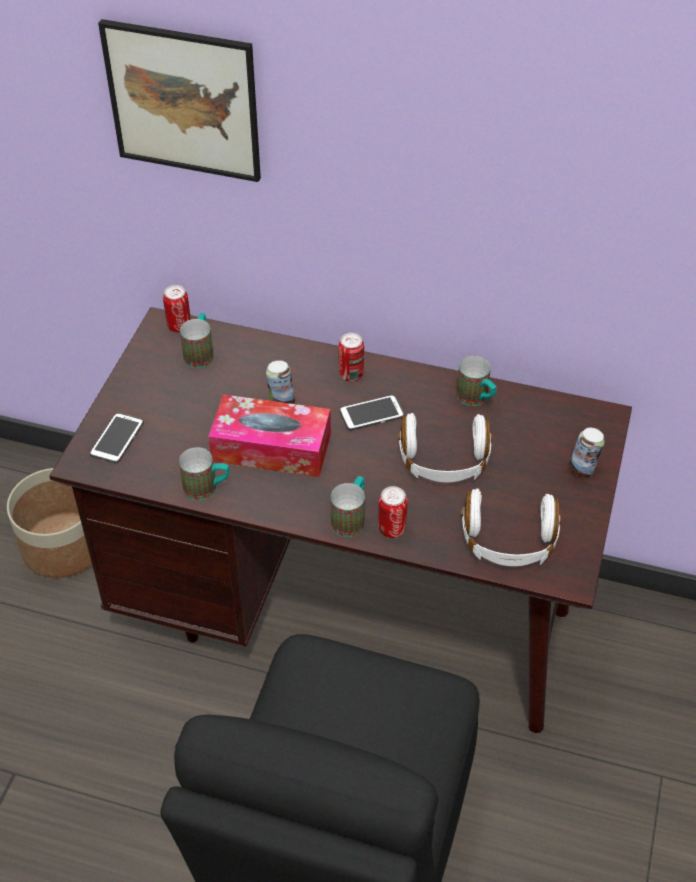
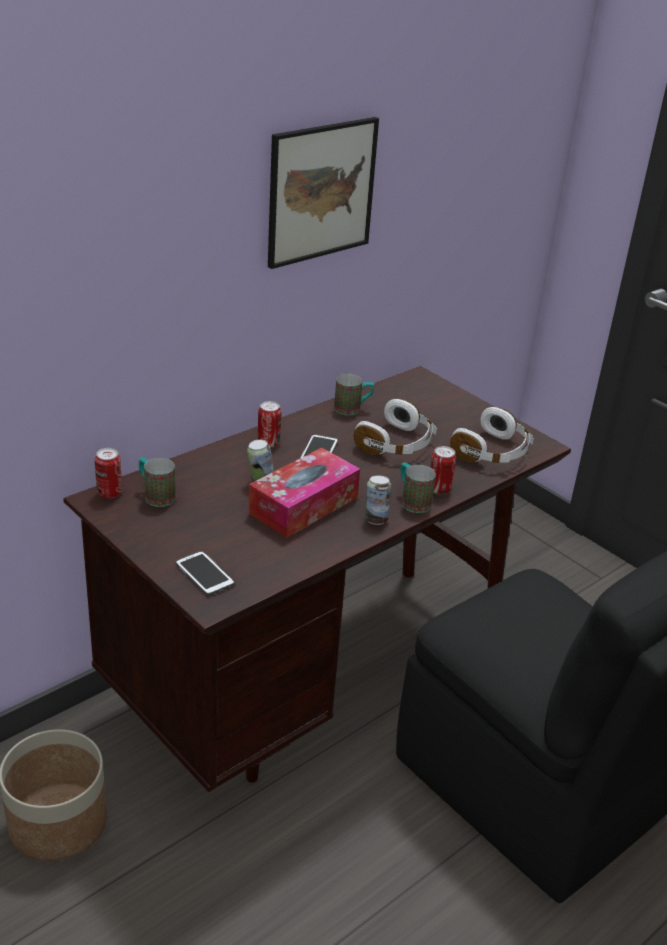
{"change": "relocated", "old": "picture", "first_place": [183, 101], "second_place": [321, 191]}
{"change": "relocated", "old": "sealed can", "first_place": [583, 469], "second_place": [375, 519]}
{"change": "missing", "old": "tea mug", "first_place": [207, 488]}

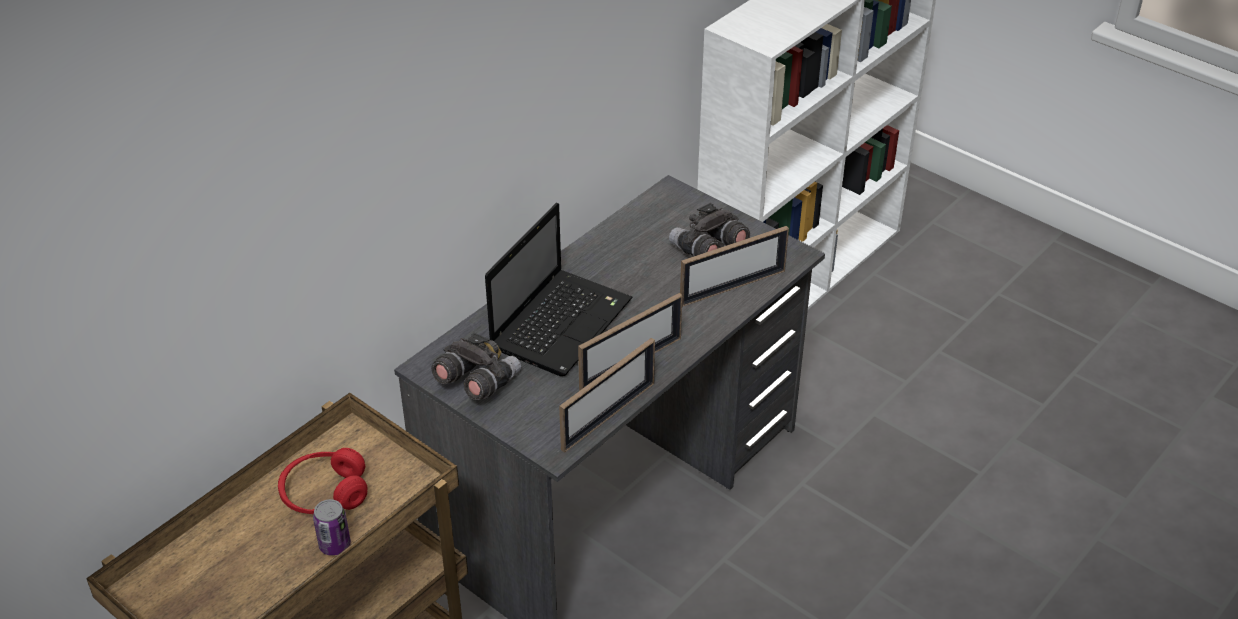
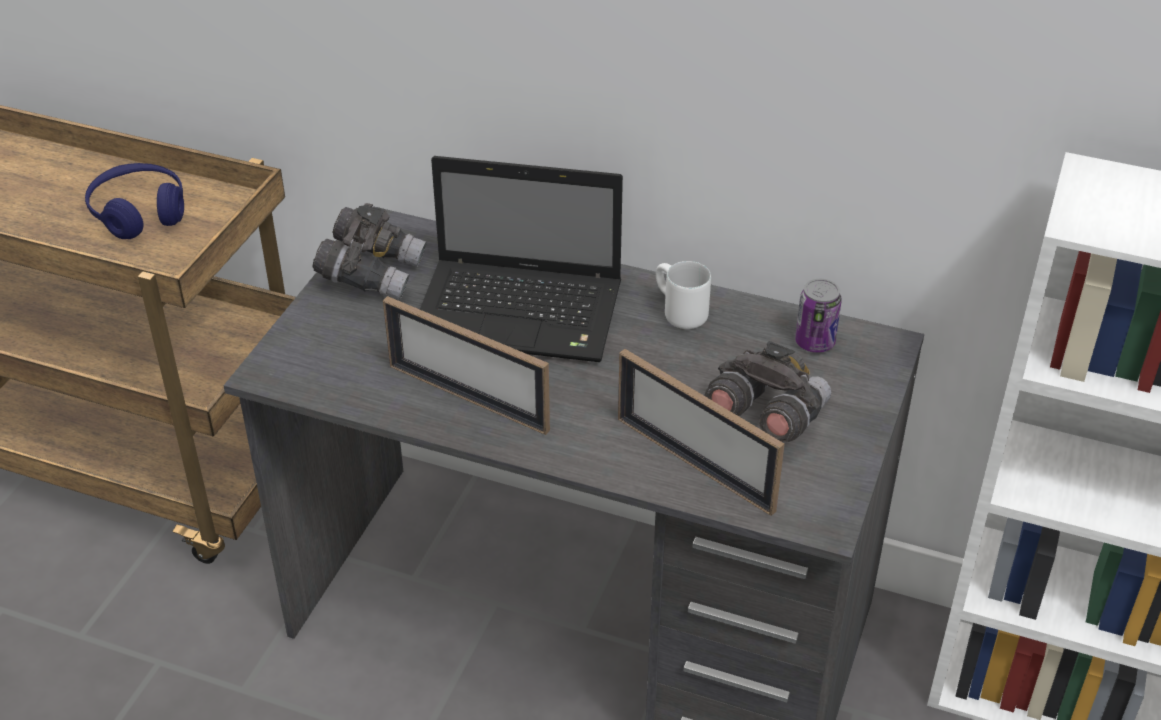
{"change": "missing", "old": "photo frame", "first_place": [608, 416]}
{"change": "colour", "old": "red pair of headphones", "new": "bluish pair of headphones", "first_place": [324, 493], "second_place": [139, 212]}
{"change": "relocated", "old": "sealed can", "first_place": [335, 545], "second_place": [814, 342]}
{"change": "appeared", "new": "white tea mug", "second_place": [676, 313]}

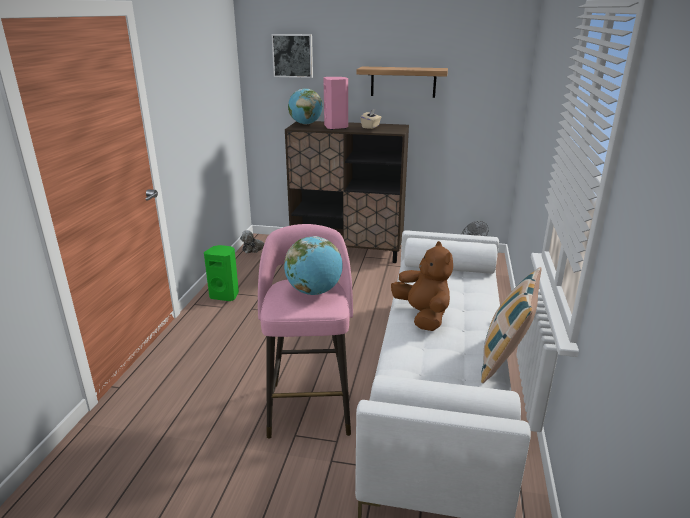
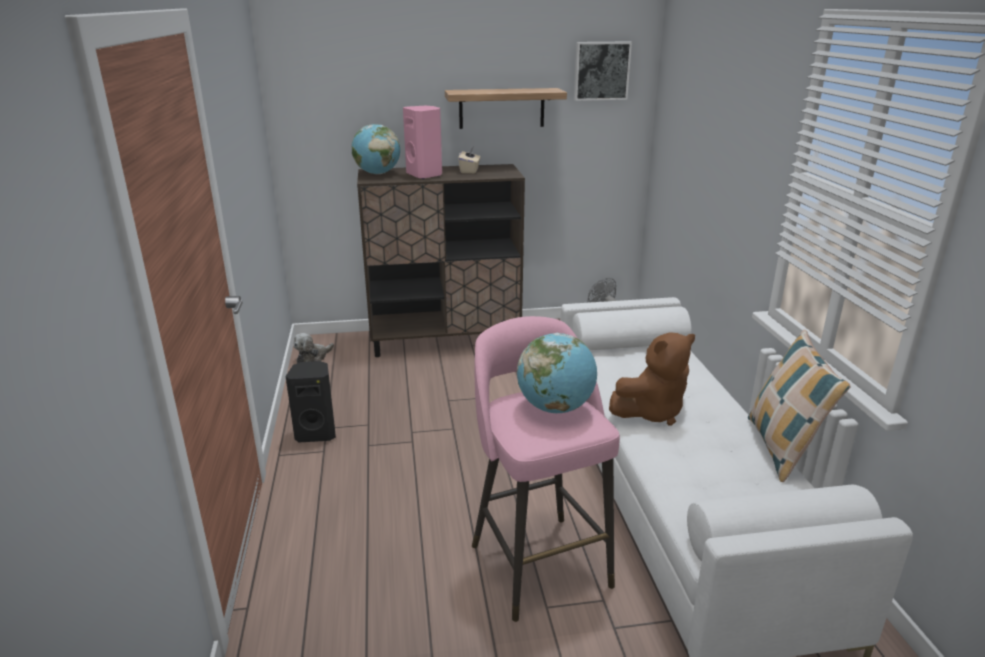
{"change": "relocated", "old": "picture", "first_place": [293, 55], "second_place": [601, 71]}
{"change": "spun", "old": "brownish cuddly toy", "first_place": [423, 315], "second_place": [651, 412], "degrees": 105}
{"change": "colour", "old": "green-coloured audio speaker", "new": "blackish audio speaker", "first_place": [225, 295], "second_place": [317, 433]}

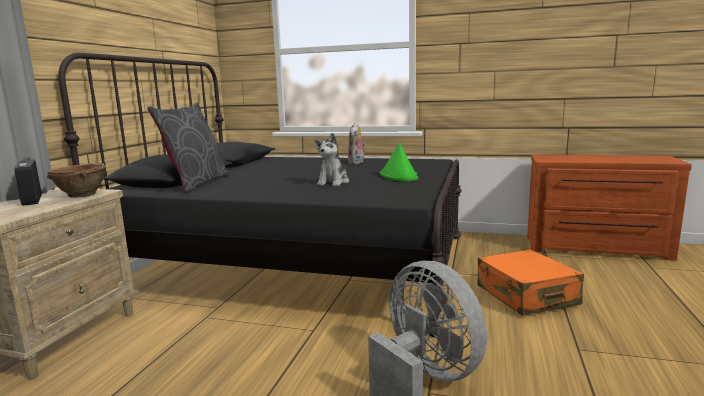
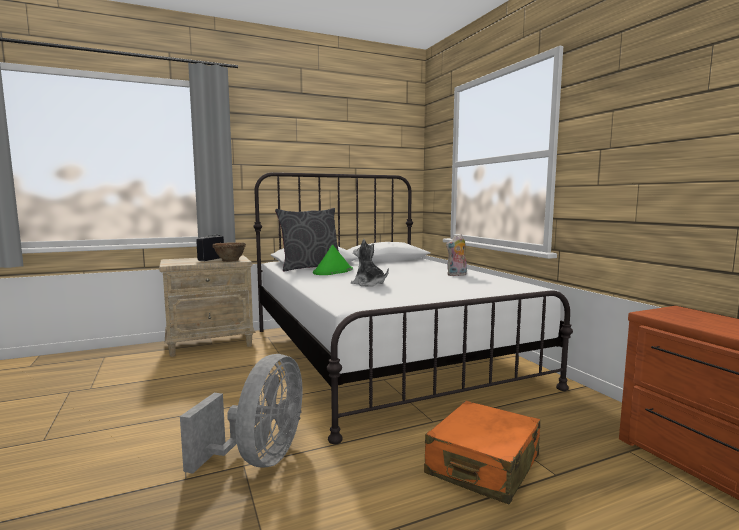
{"change": "colour", "old": "blackish bedroom bed", "new": "white bedroom bed", "first_place": [300, 262], "second_place": [384, 355]}
{"change": "spun", "old": "cuddly toy", "first_place": [333, 182], "second_place": [368, 284], "degrees": 60}
{"change": "relocated", "old": "green-coloured clothing hat", "first_place": [399, 176], "second_place": [333, 271]}

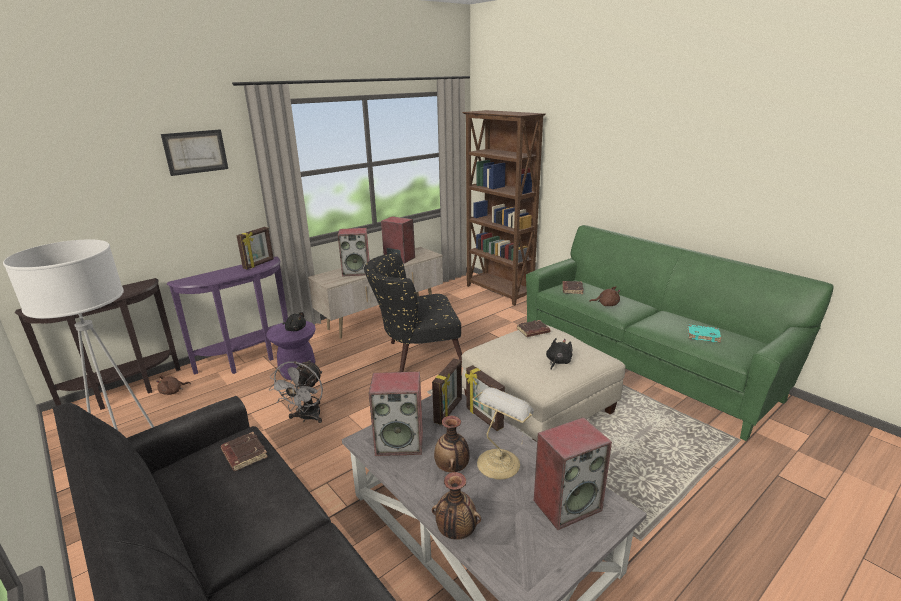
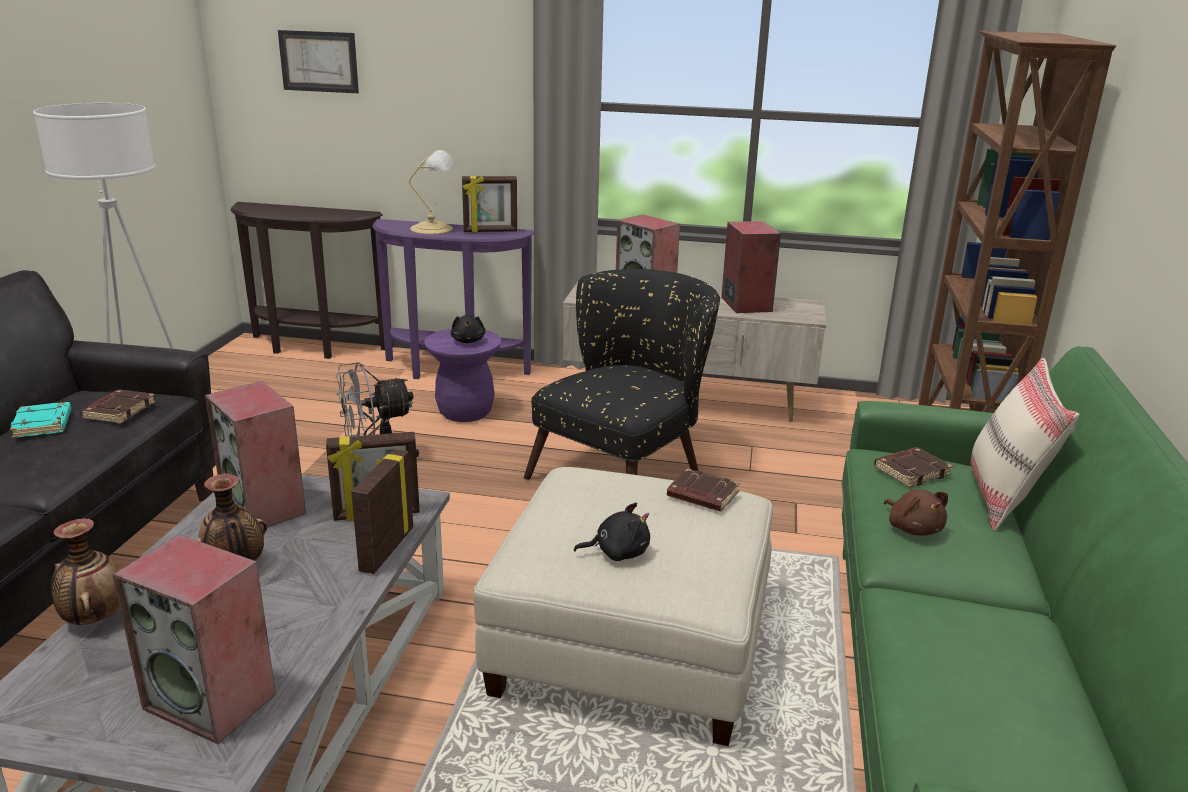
{"change": "relocated", "old": "picture", "first_place": [195, 152], "second_place": [319, 61]}
{"change": "spun", "old": "blackish armchair", "first_place": [416, 355], "second_place": [625, 470], "degrees": 90}
{"change": "relocated", "old": "blue-green bound book", "first_place": [703, 335], "second_place": [44, 425]}
{"change": "missing", "old": "brownish cuddly toy", "first_place": [173, 392]}
{"change": "relocated", "old": "table lamp", "first_place": [499, 462], "second_place": [434, 229]}
{"change": "appeared", "new": "sand-coloured cushion", "second_place": [1005, 498]}

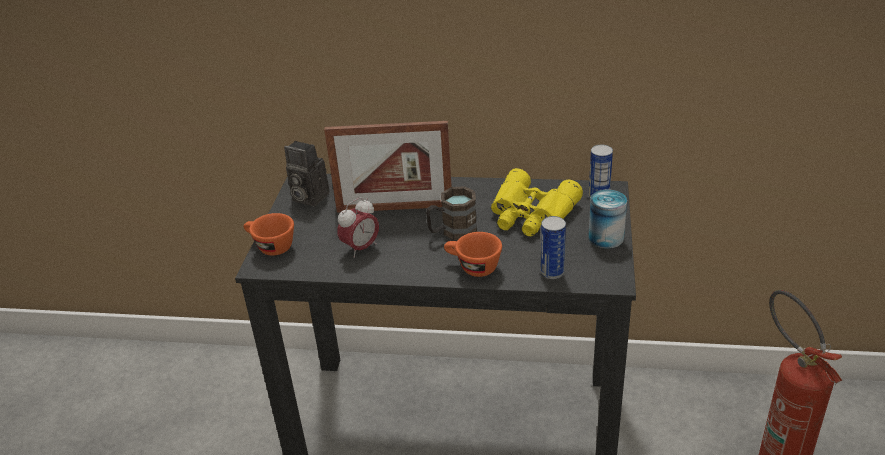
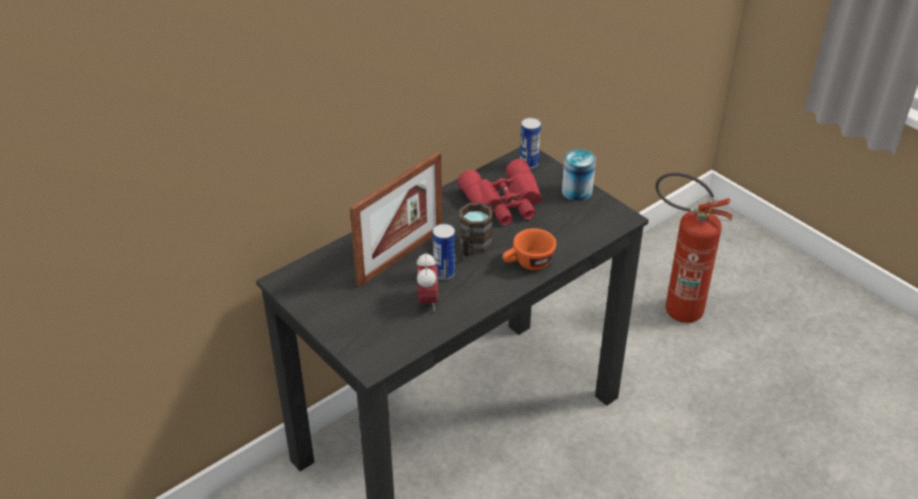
{"change": "missing", "old": "still camera", "first_place": [308, 197]}
{"change": "colour", "old": "yellowish field glasses", "new": "red field glasses", "first_place": [531, 214], "second_place": [505, 202]}
{"change": "missing", "old": "orange cup", "first_place": [270, 247]}
{"change": "relocated", "old": "sealed can", "first_place": [552, 272], "second_place": [444, 273]}

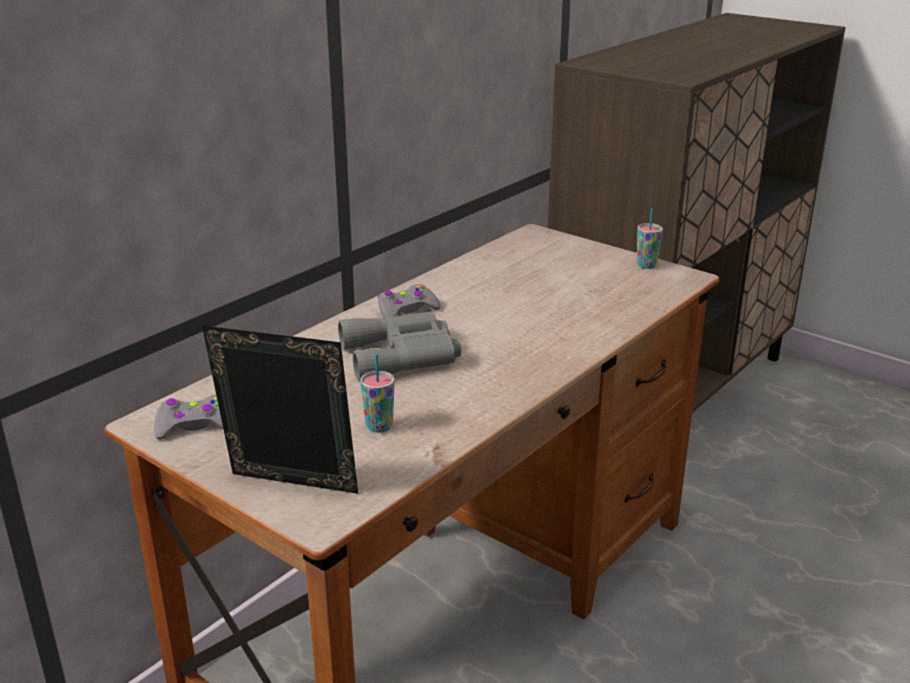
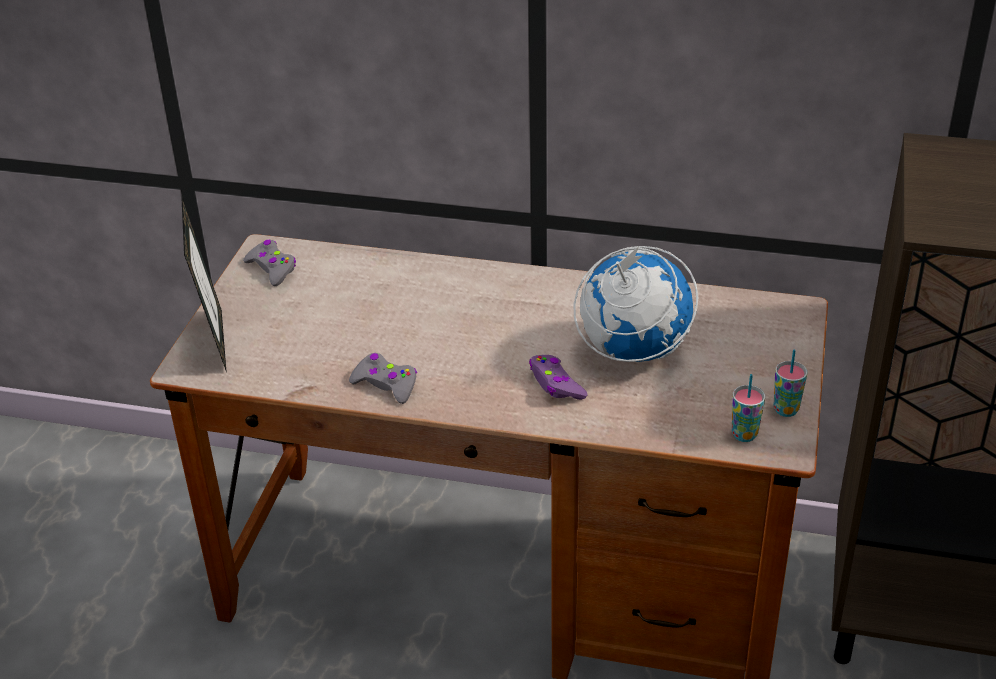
{"change": "relocated", "old": "gray game controller", "first_place": [406, 310], "second_place": [386, 384]}
{"change": "missing", "old": "gray field glasses", "first_place": [403, 355]}
{"change": "relocated", "old": "cup", "first_place": [379, 426], "second_place": [744, 435]}
{"change": "appeared", "new": "world globe", "second_place": [632, 351]}
{"change": "appeared", "new": "purplish game controller", "second_place": [556, 384]}

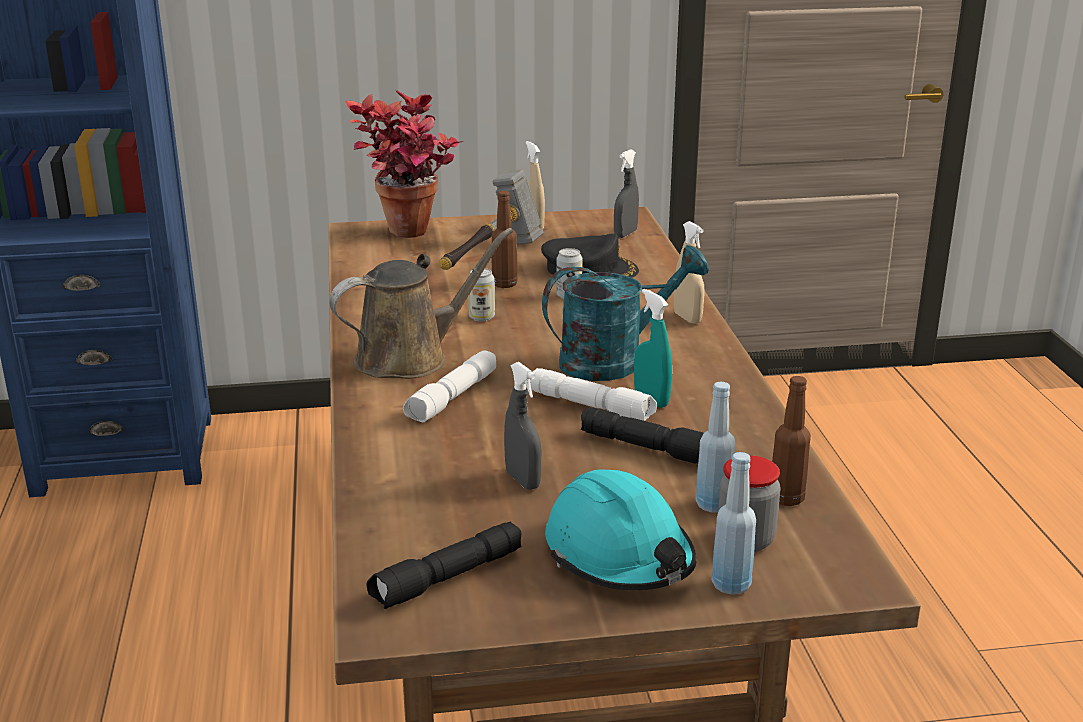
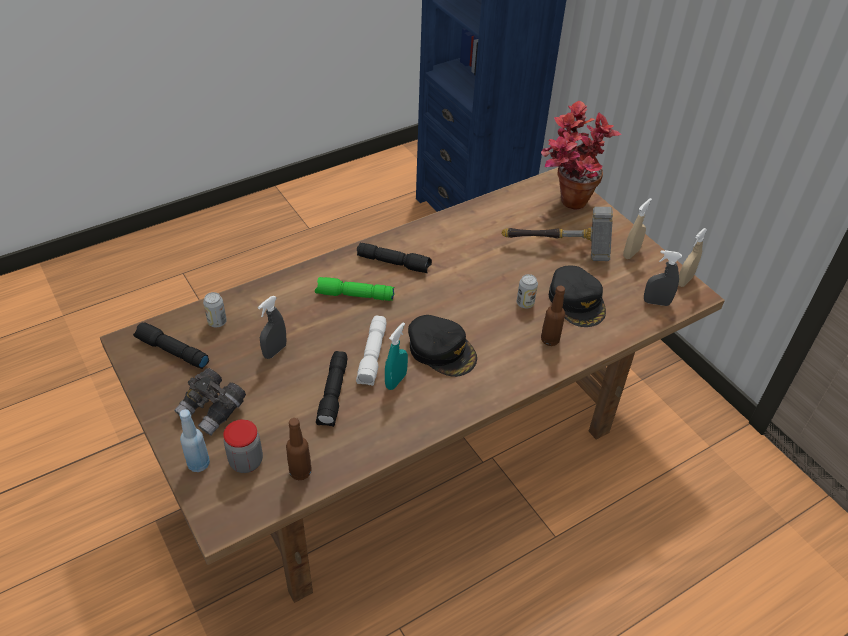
{"change": "relocated", "old": "brownish beverage bottle", "first_place": [504, 284], "second_place": [550, 340]}
{"change": "relocated", "old": "sand-coloured sprayer", "first_place": [687, 318], "second_place": [684, 281]}
{"change": "exchanged", "old": "brownish watering can", "new": "blackish torch", "first_place": [410, 357], "second_place": [394, 263]}
{"change": "exchanged", "old": "blue-green watering can", "new": "blackish baseball cap", "first_place": [614, 360], "second_place": [442, 350]}
{"change": "relocated", "old": "sealed can", "first_place": [481, 317], "second_place": [217, 322]}
{"change": "colour", "old": "white torch", "new": "green-coloured torch", "first_place": [453, 398], "second_place": [354, 296]}
{"change": "missing", "old": "bluish beverage bottle", "first_place": [713, 505]}
{"change": "exchanged", "old": "blue-green work helmet", "new": "gray field glasses", "first_place": [619, 555], "second_place": [213, 410]}

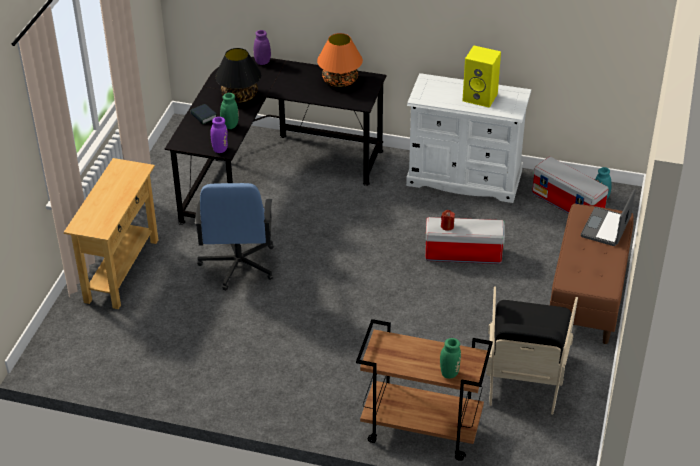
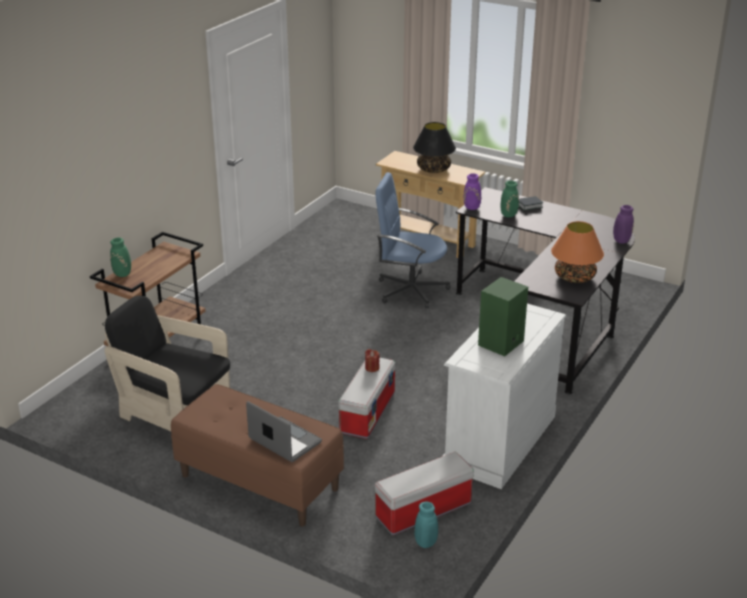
{"change": "colour", "old": "yellowish audio speaker", "new": "green-coloured audio speaker", "first_place": [481, 97], "second_place": [501, 344]}
{"change": "relocated", "old": "blackish table lamp", "first_place": [239, 96], "second_place": [433, 169]}

